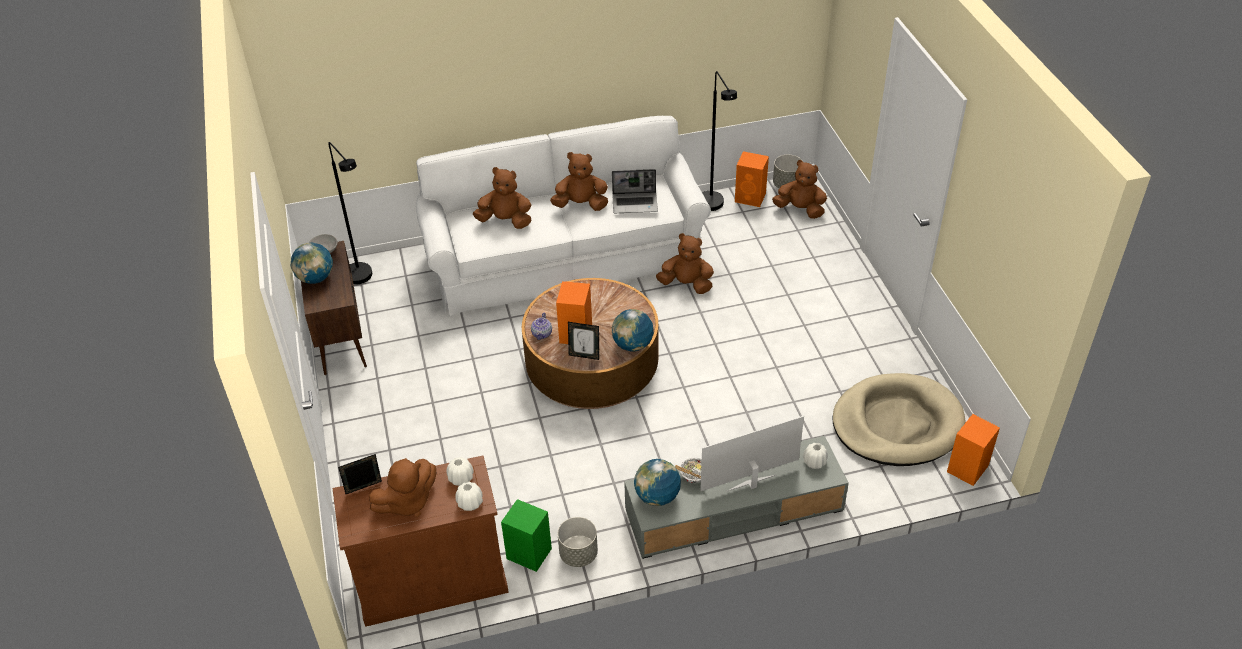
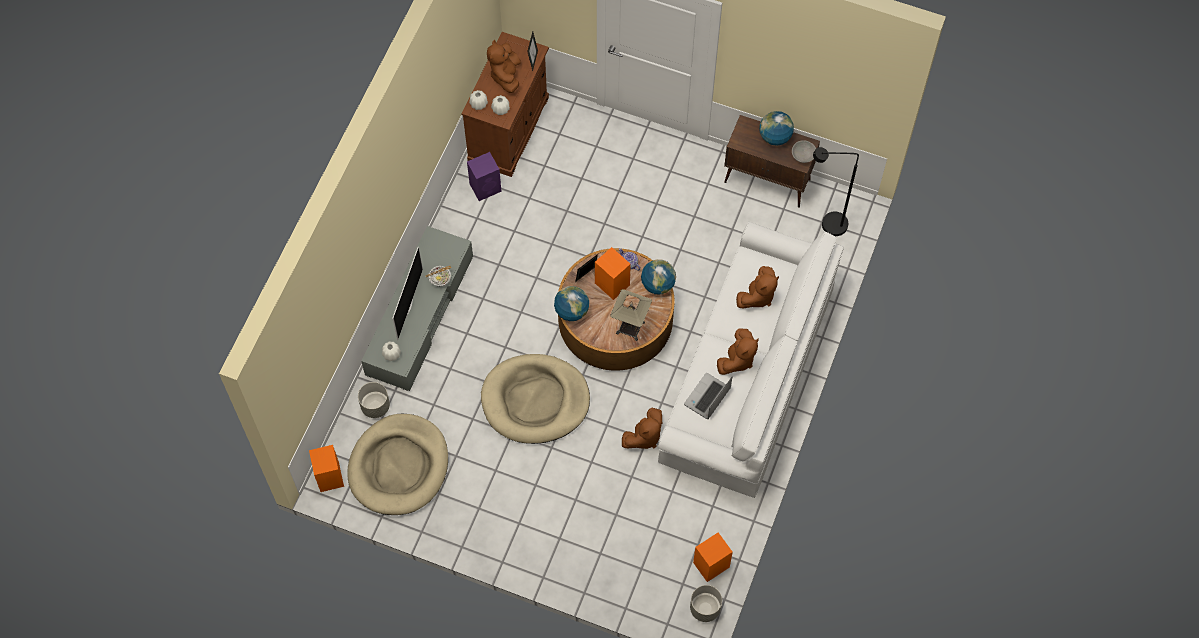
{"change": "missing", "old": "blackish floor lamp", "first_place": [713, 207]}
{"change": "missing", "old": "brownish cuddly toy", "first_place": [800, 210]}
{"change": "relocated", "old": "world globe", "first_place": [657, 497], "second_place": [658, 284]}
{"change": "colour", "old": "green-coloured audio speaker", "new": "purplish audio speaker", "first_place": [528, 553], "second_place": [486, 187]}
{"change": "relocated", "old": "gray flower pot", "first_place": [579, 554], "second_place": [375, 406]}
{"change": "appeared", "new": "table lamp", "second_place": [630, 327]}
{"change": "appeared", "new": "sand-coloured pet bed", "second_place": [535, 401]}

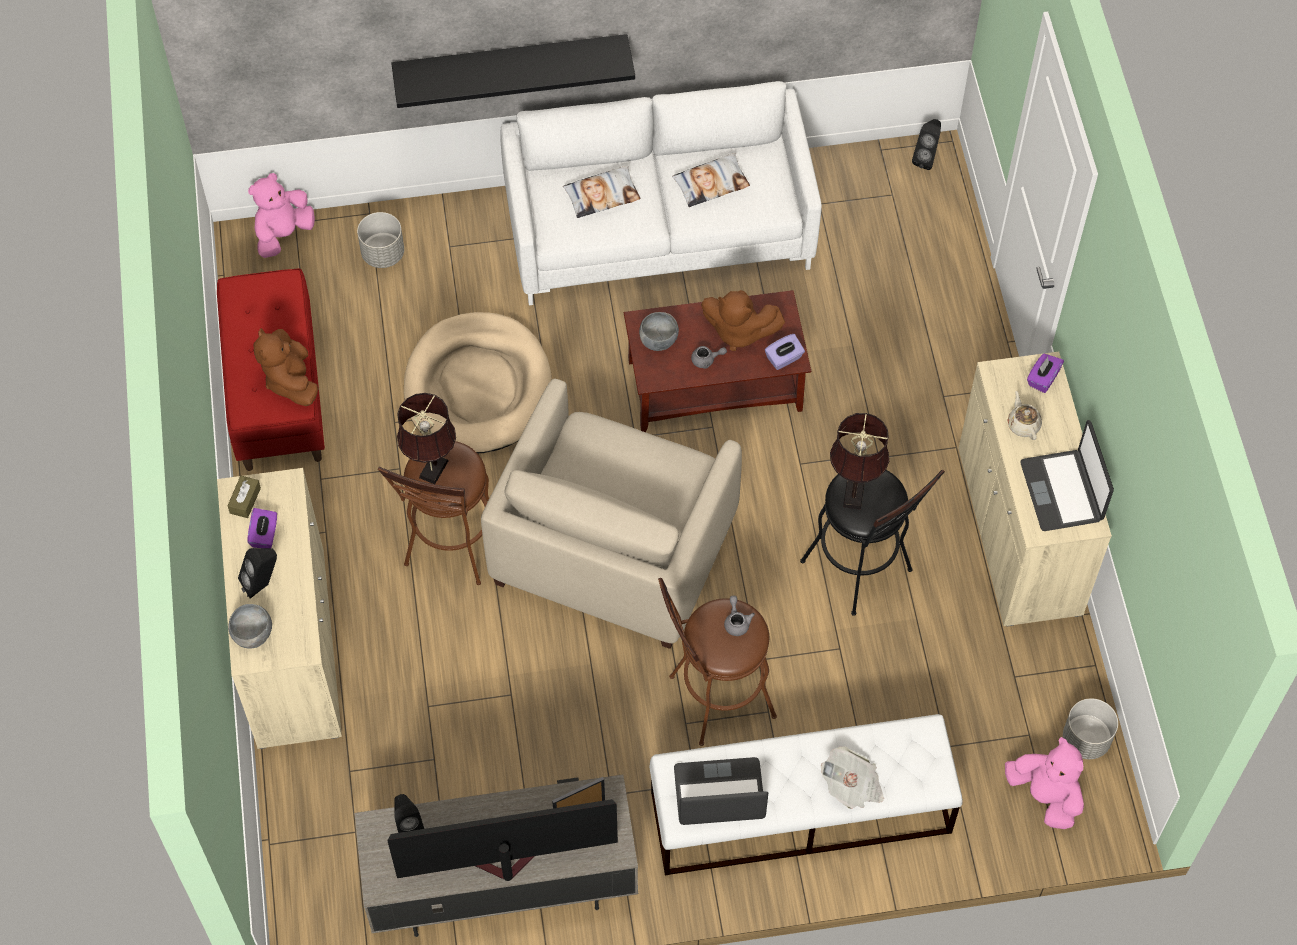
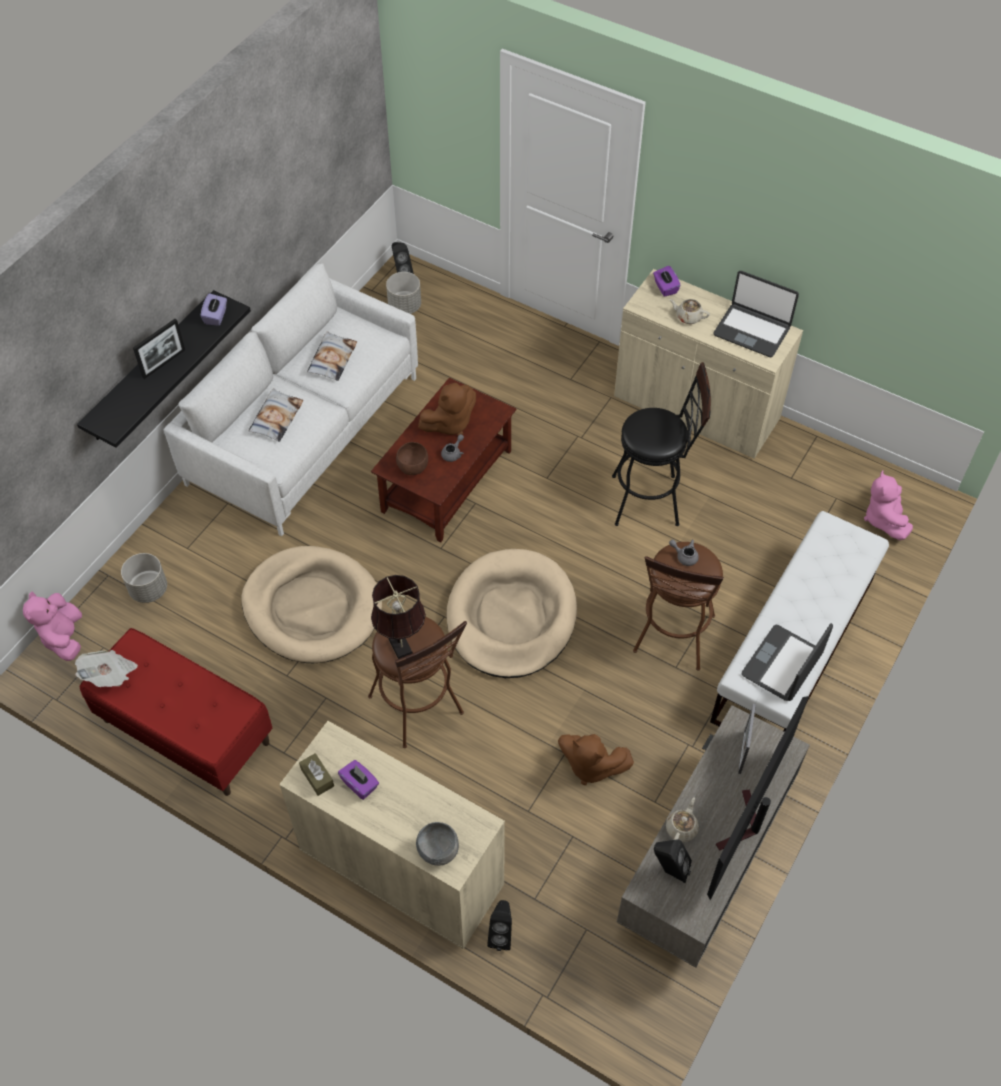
{"change": "colour", "old": "gray bowl", "new": "brownish bowl", "first_place": [658, 341], "second_place": [412, 468]}
{"change": "relocated", "old": "brownish cuddly toy", "first_place": [291, 381], "second_place": [590, 766]}
{"change": "relocated", "old": "purplish box of tissues", "first_place": [784, 358], "second_place": [216, 316]}
{"change": "exchanged", "old": "sand-coloured armchair", "new": "sand-coloured pet bed", "first_place": [614, 549], "second_place": [511, 617]}
{"change": "missing", "old": "brownish table lamp", "first_place": [854, 492]}
{"change": "relocated", "old": "blackish audio speaker", "first_place": [263, 584], "second_place": [501, 934]}
{"change": "relocated", "old": "gray flower pot", "first_place": [1086, 739], "second_place": [405, 306]}
{"change": "spun", "old": "pink cuddly toy", "first_place": [1045, 796], "second_place": [883, 519], "degrees": -90}
{"change": "relocated", "old": "printed paper", "first_place": [852, 786], "second_place": [110, 675]}
{"change": "appeared", "new": "photo frame", "second_place": [164, 363]}
{"change": "appeared", "new": "sand-coloured teapot", "second_place": [682, 828]}

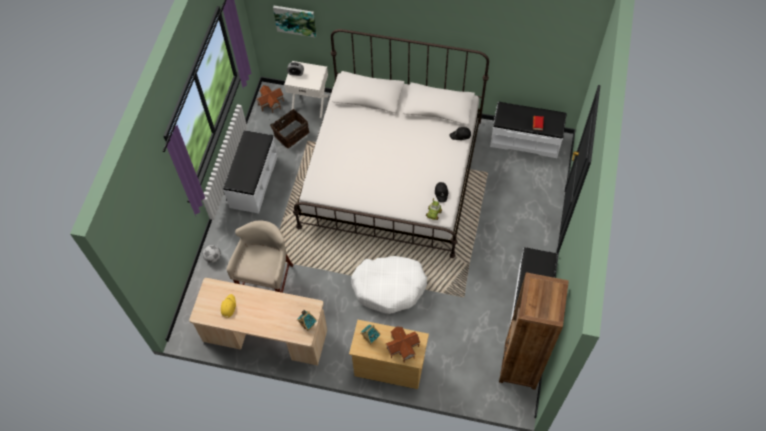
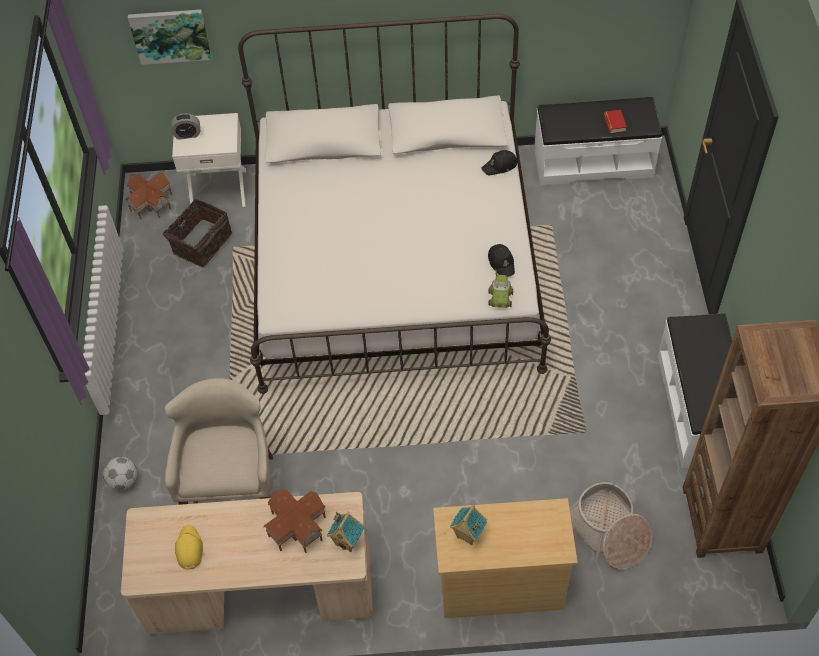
{"change": "missing", "old": "white long seat", "first_place": [253, 181]}
{"change": "missing", "old": "white pet bed", "first_place": [389, 287]}
{"change": "relocated", "old": "model house", "first_place": [403, 347], "second_place": [297, 525]}
{"change": "appeared", "new": "household basket", "second_place": [608, 532]}

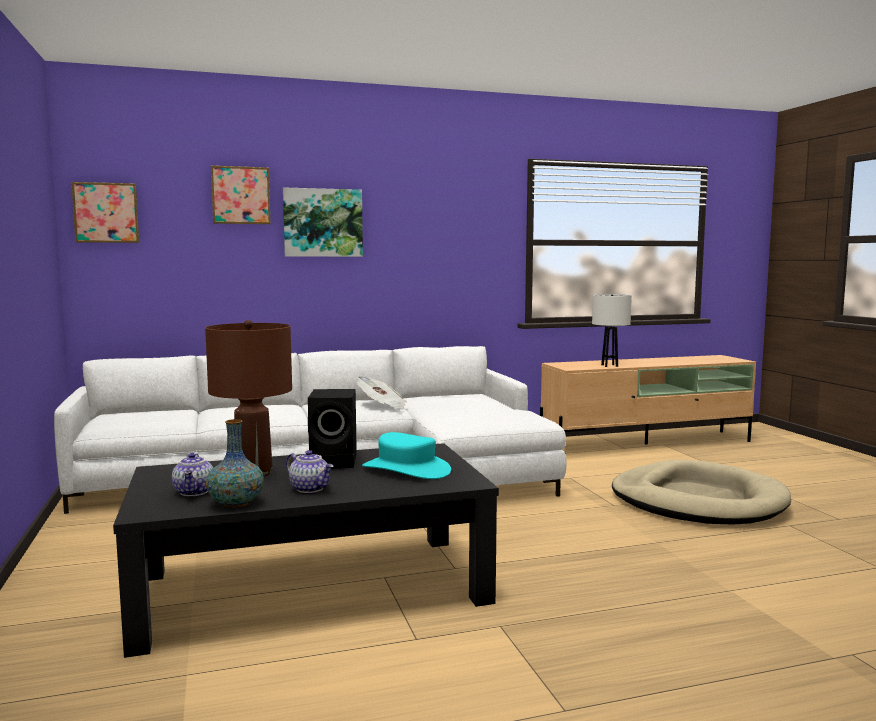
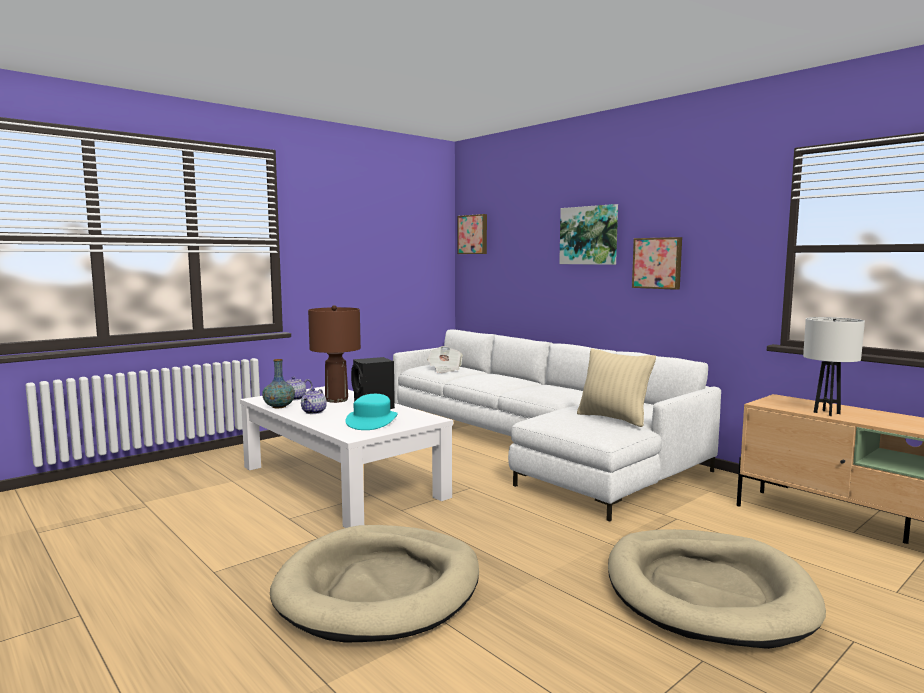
{"change": "relocated", "old": "picture", "first_place": [240, 195], "second_place": [657, 263]}
{"change": "relocated", "old": "printed paper", "first_place": [382, 406], "second_place": [445, 369]}
{"change": "colour", "old": "blackish coffee table", "new": "white coffee table", "first_place": [312, 587], "second_place": [341, 481]}
{"change": "appeared", "new": "sand-coloured cushion", "second_place": [613, 418]}
{"change": "appeared", "new": "sand-coloured pet bed", "second_place": [380, 588]}

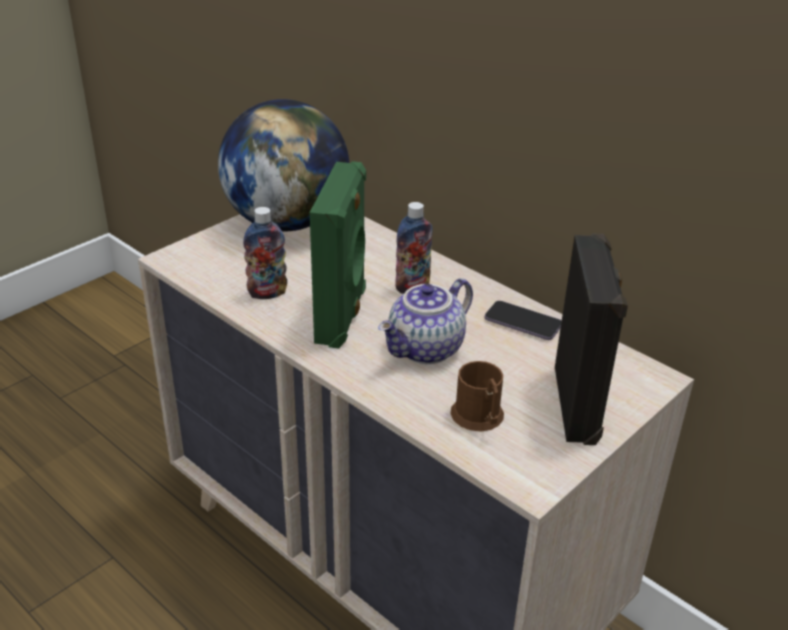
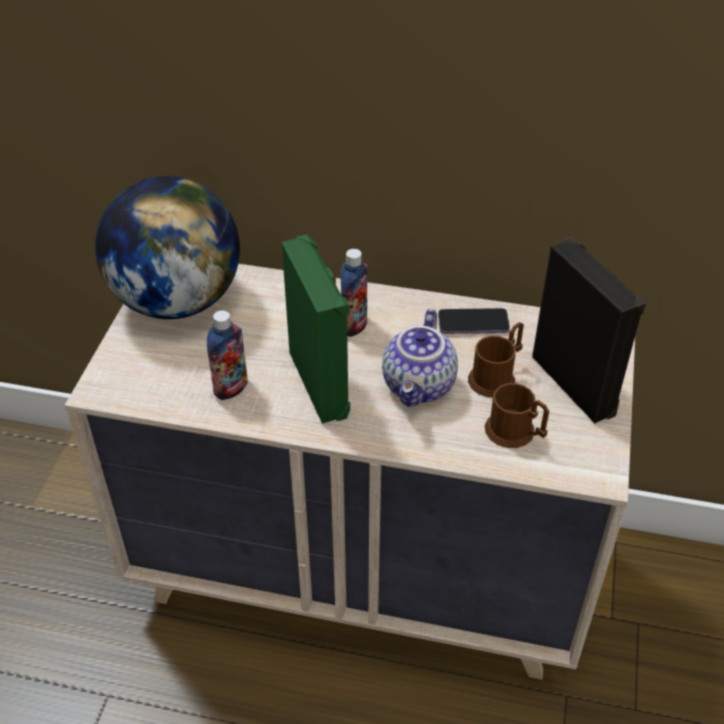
{"change": "appeared", "new": "brownish tea mug", "second_place": [496, 376]}

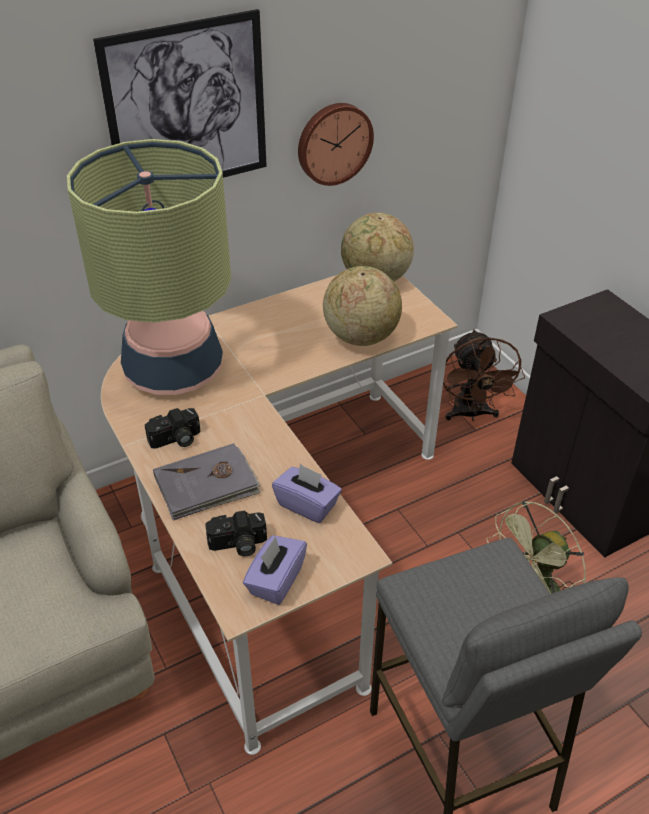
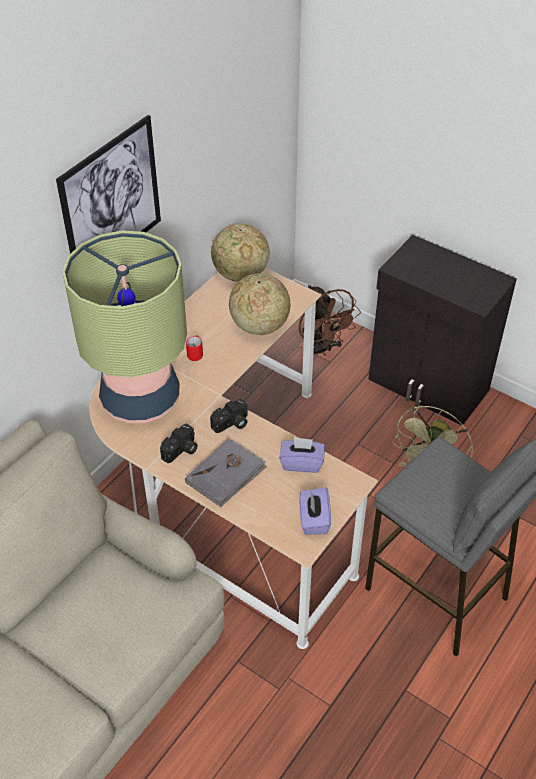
{"change": "missing", "old": "wall clock", "first_place": [333, 143]}
{"change": "relocated", "old": "still camera", "first_place": [238, 545], "second_place": [232, 424]}
{"change": "appeared", "new": "red tea mug", "second_place": [195, 354]}

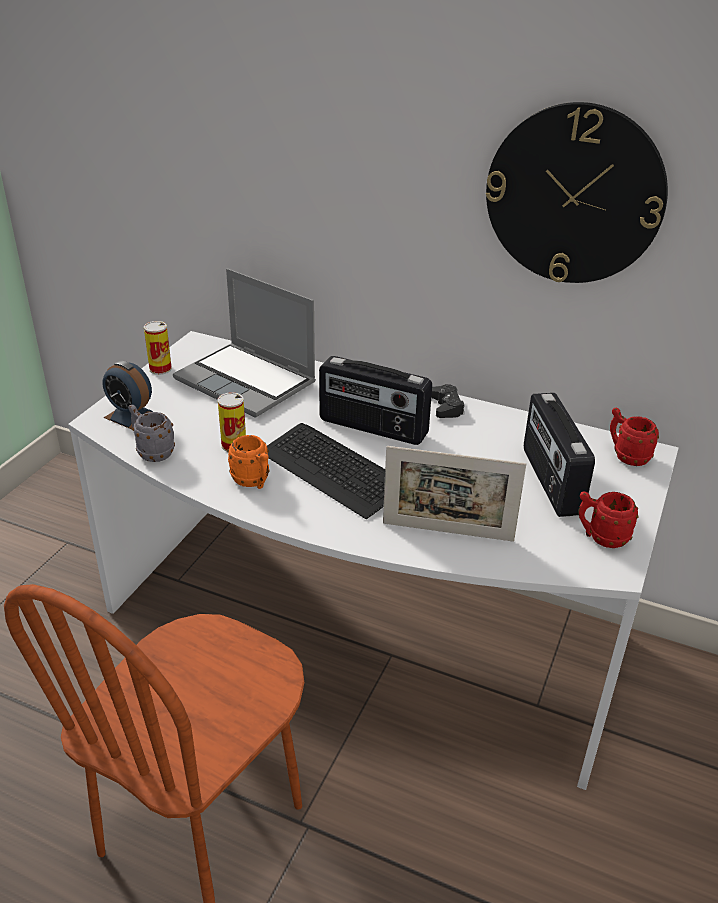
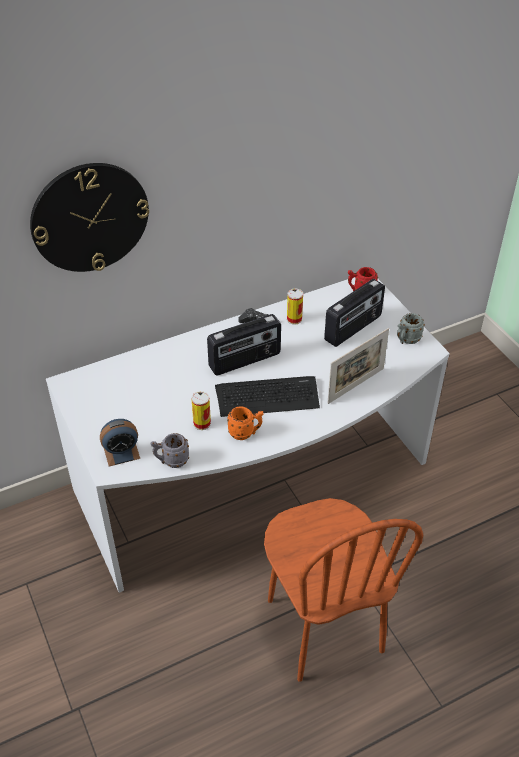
{"change": "relocated", "old": "wall clock", "first_place": [574, 195], "second_place": [90, 217]}
{"change": "missing", "old": "laptop", "first_place": [247, 382]}
{"change": "relocated", "old": "sealed can", "first_place": [160, 369], "second_place": [294, 319]}
{"change": "spun", "old": "radio set", "first_place": [550, 481], "second_place": [353, 328], "degrees": -75}
{"change": "colour", "old": "red tea mug", "new": "gray tea mug", "first_place": [601, 537], "second_place": [406, 340]}

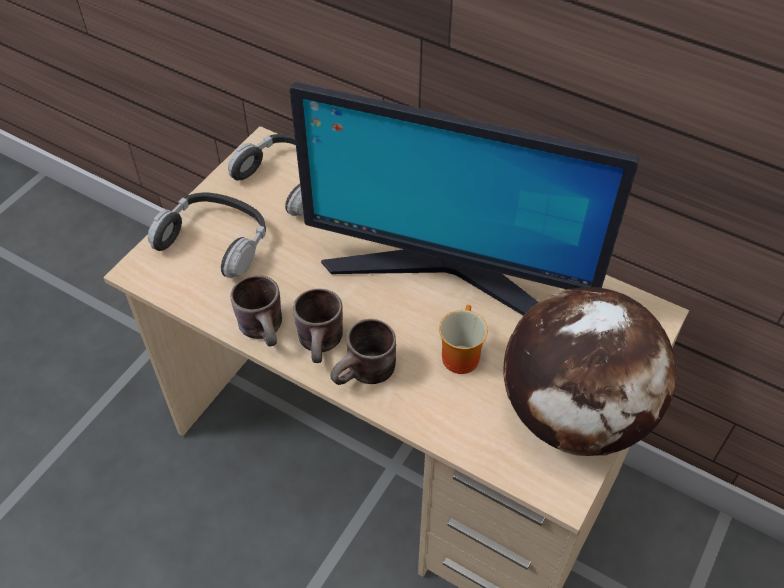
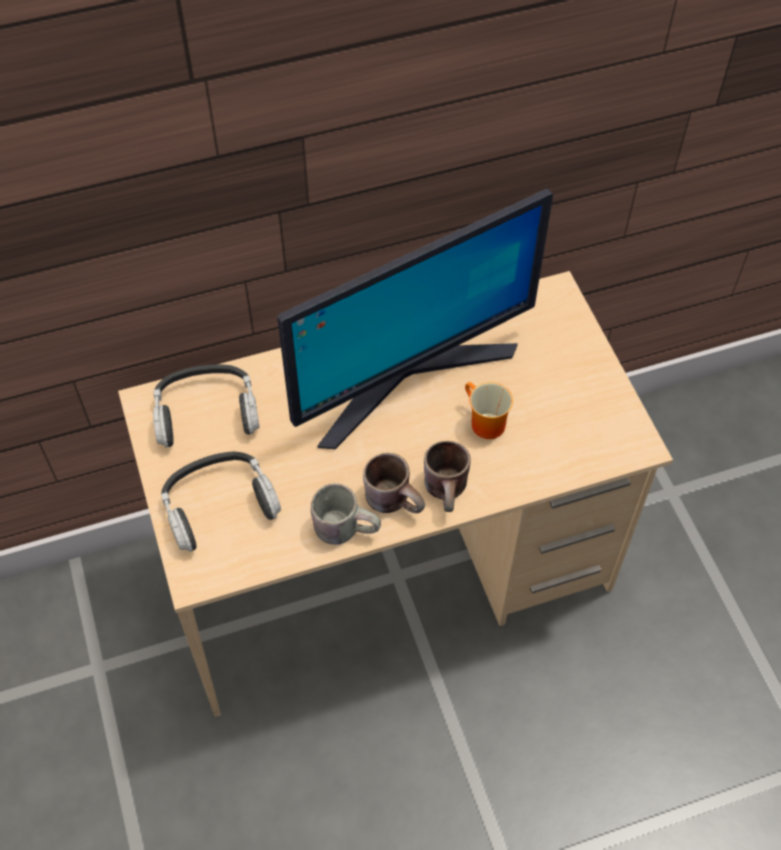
{"change": "colour", "old": "brownish tea mug", "new": "gray tea mug", "first_place": [267, 328], "second_place": [346, 525]}
{"change": "missing", "old": "world globe", "first_place": [575, 414]}

